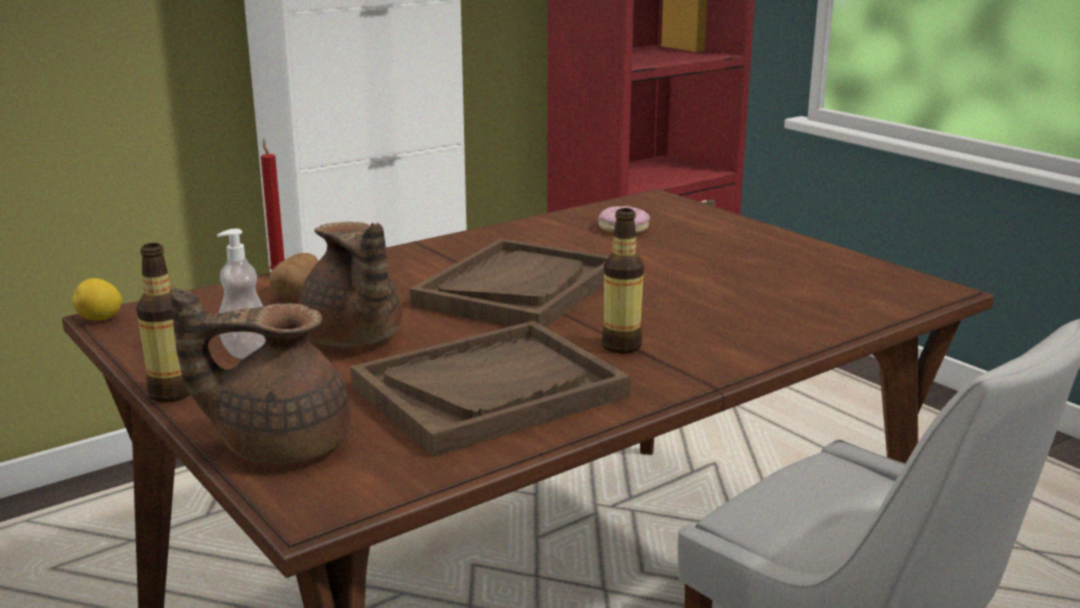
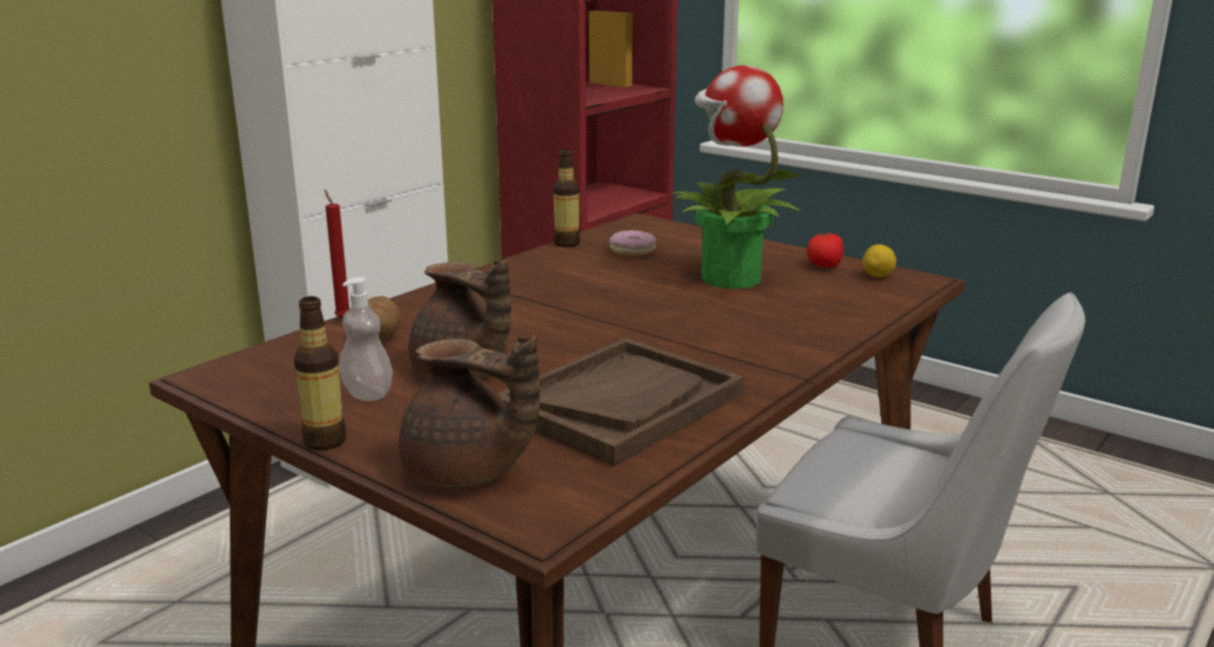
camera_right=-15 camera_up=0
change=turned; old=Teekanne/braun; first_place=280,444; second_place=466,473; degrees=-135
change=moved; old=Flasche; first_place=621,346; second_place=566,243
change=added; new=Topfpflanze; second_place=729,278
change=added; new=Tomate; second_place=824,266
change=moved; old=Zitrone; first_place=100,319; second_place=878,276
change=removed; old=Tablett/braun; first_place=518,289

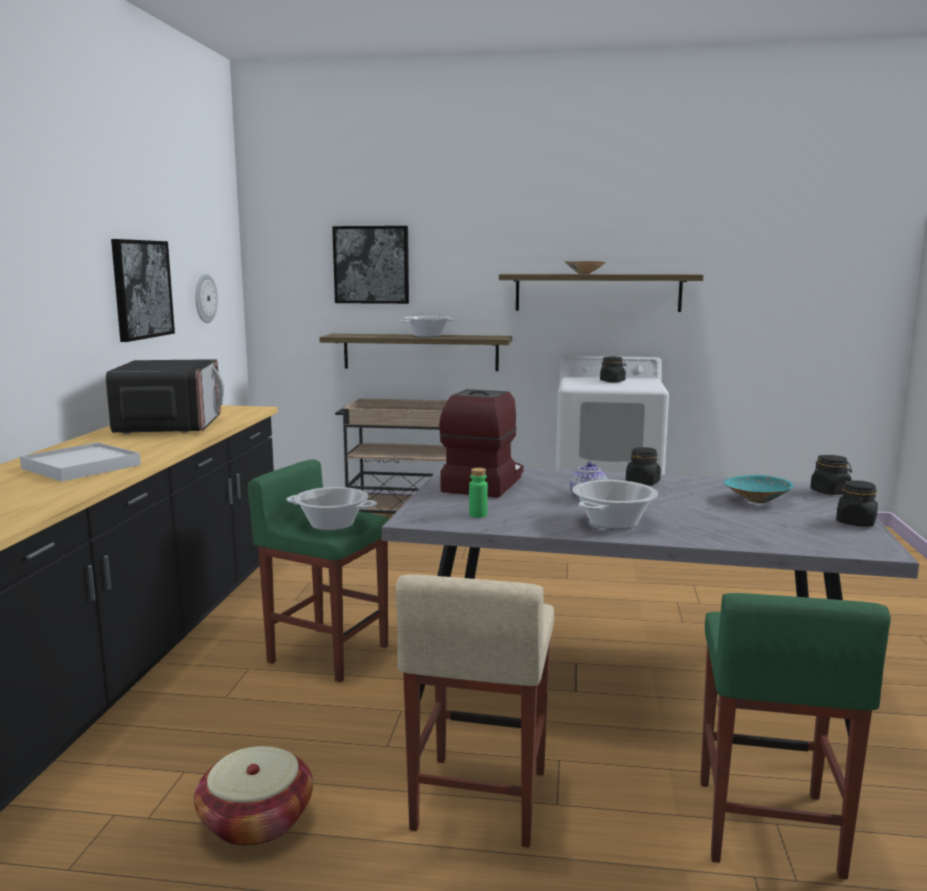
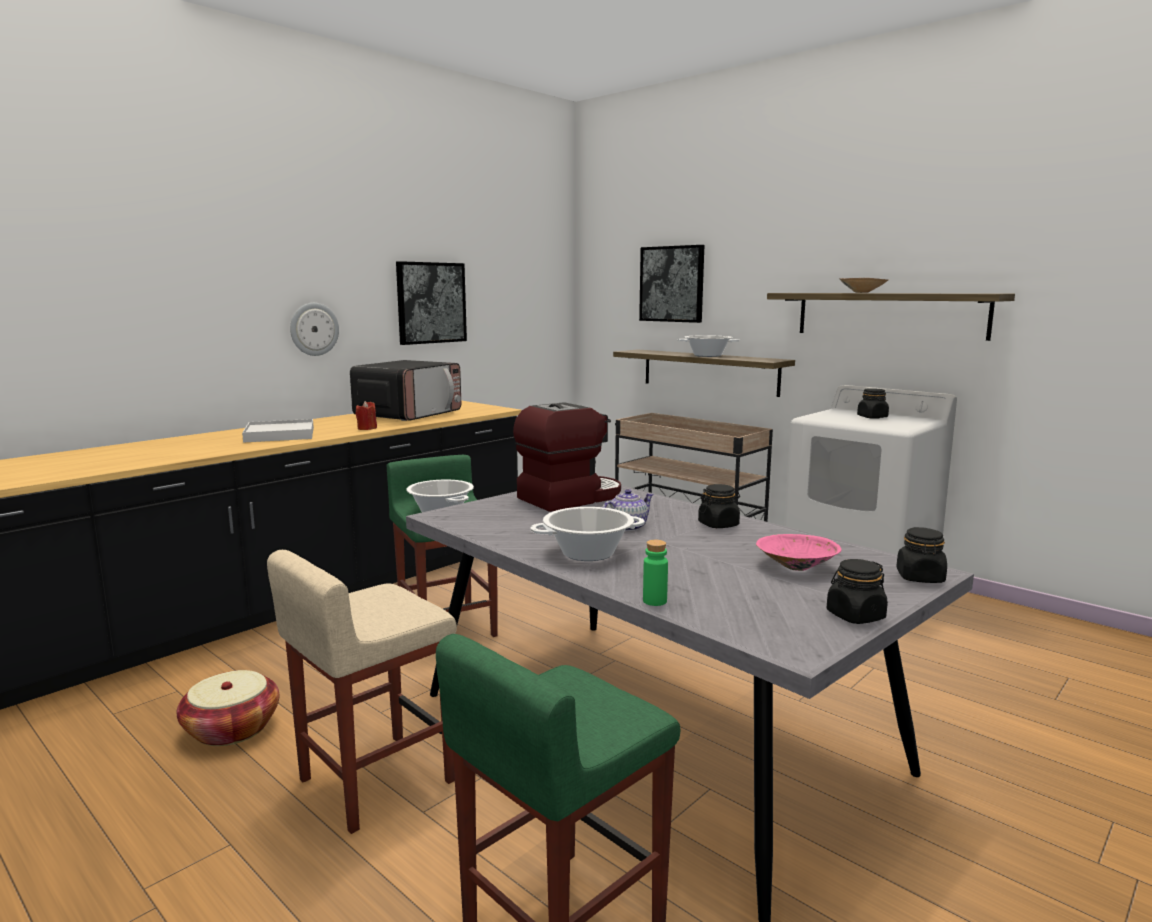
camera_right=35 camera_up=0
change=moved; old=Wanduhr; first_place=205,298; second_place=314,329
change=added; new=Kerze/rot; second_place=367,428
change=moved; old=Flasche/grün; first_place=478,515; second_place=654,601
change=recoloured; old=Schüssel/türkis; new=Schüssel/rosa; first_place=756,501; second_place=795,566

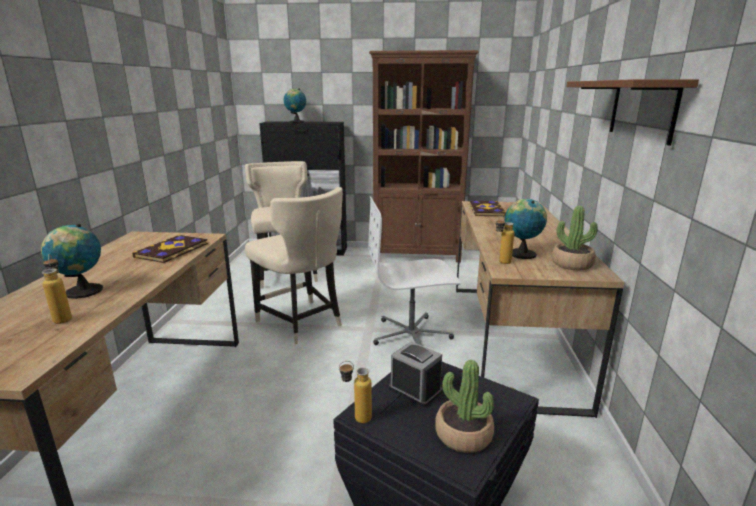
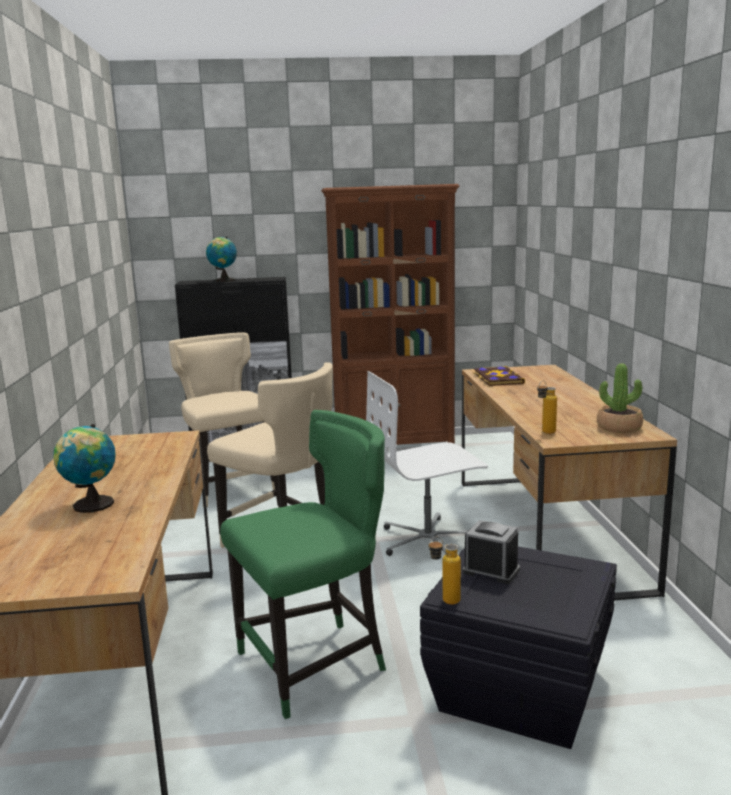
camera_right=-10 camera_up=-5
change=added; new=Stuhl/grün; second_place=315,664
change=removed; old=Flasche; first_place=63,317
change=removed; old=Buch; first_place=173,250
change=removed; old=Topfpflanze; first_place=463,435
change=removed; old=Globus; first_place=520,253
change=removed; old=Wandregal/braun; first_place=642,109

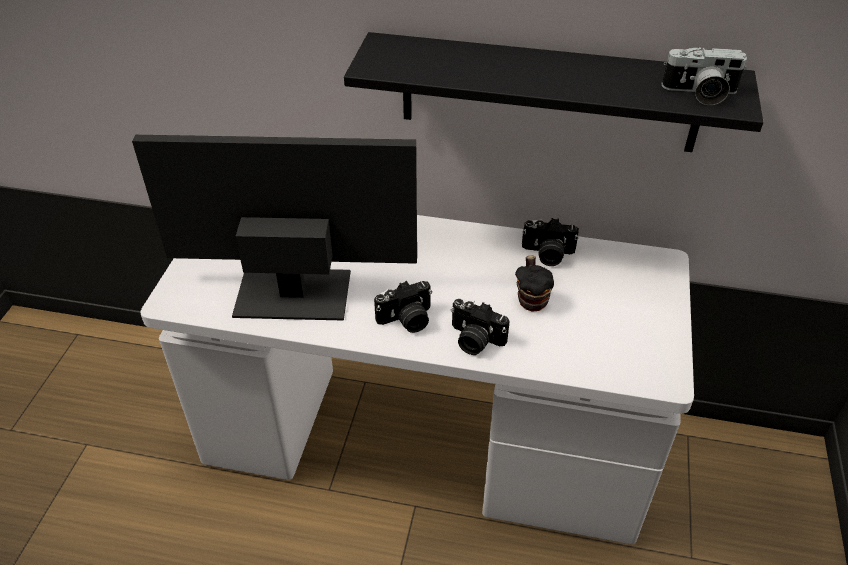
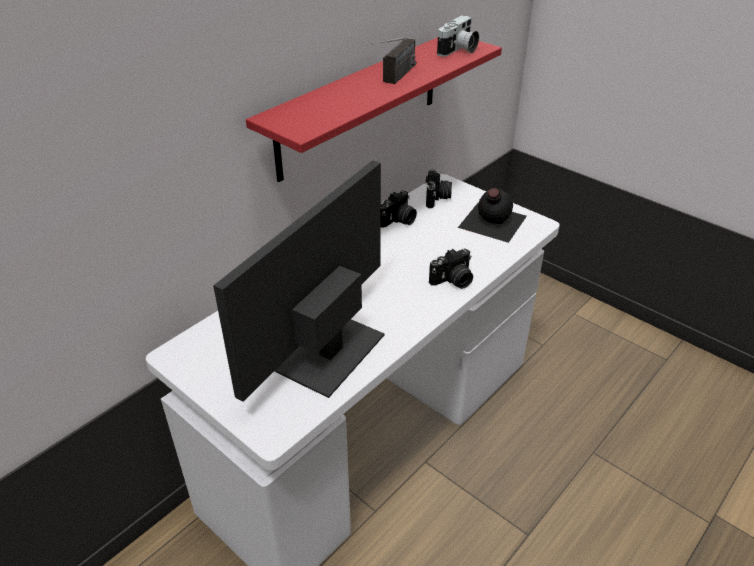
camera_right=-60 camera_up=-5
change=recoloured; old=Wandregal/schwarz; new=Wandregal/rot; first_place=549,93; second_place=360,105
change=added; new=Radio; second_place=395,79
change=moved; old=Kamera; first_place=407,320; second_place=437,198
change=added; new=Flasche/schwarz; second_place=491,221
change=removed; old=Henkelbecher; first_place=531,298

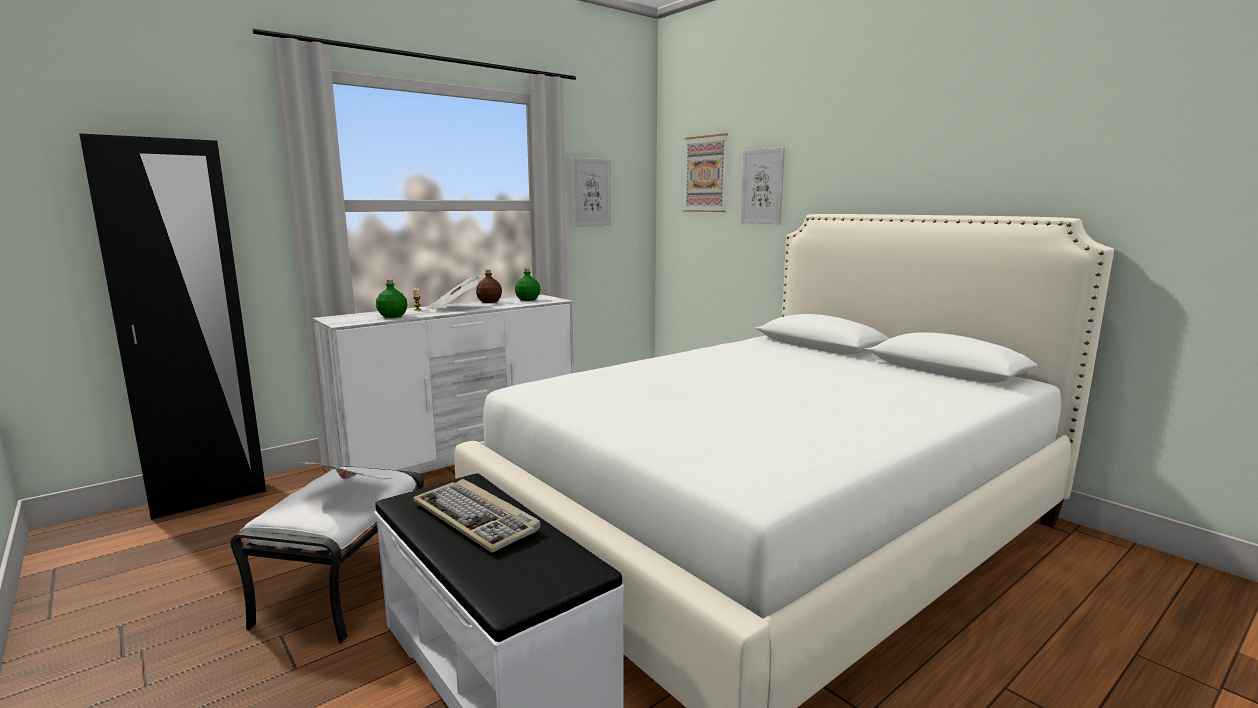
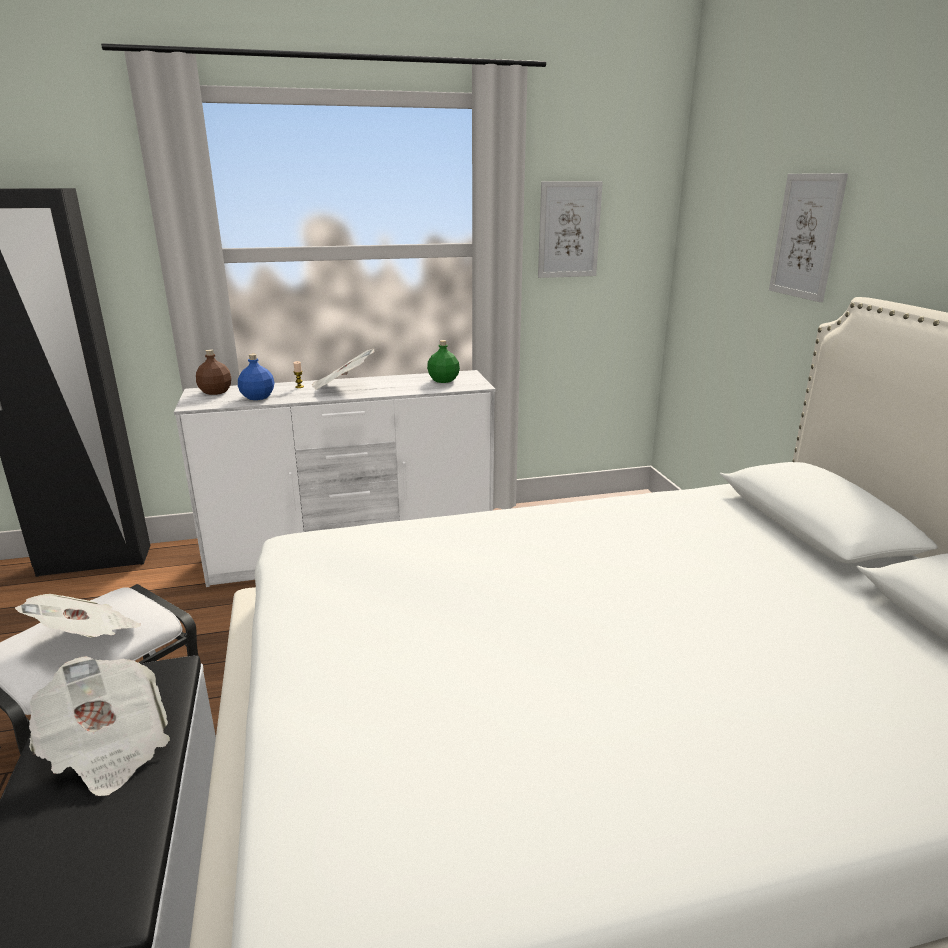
camera_right=25 camera_up=10
change=replaced; old=Tastatur; new=Zeitung; first_place=476,518; second_place=108,748
change=moved; old=Flasche/braun; first_place=489,301; second_place=216,392
change=recoloured; old=Flasche/grün; new=Flasche/blau; first_place=393,316; second_place=258,397
change=removed; old=Bild; first_place=706,174

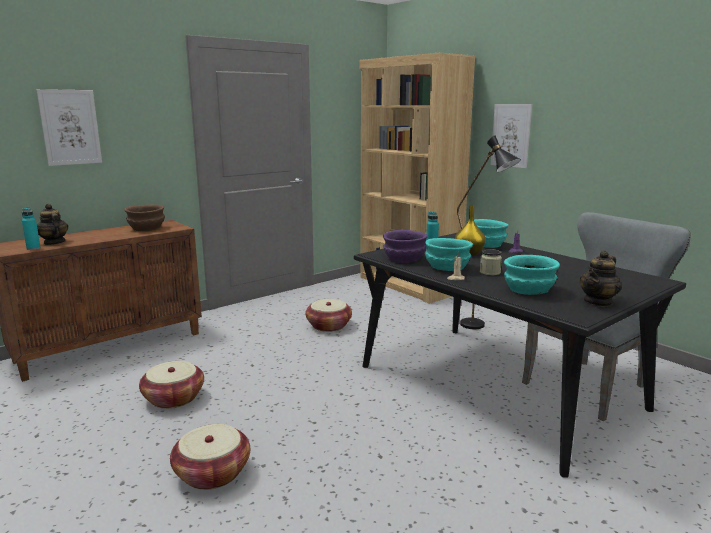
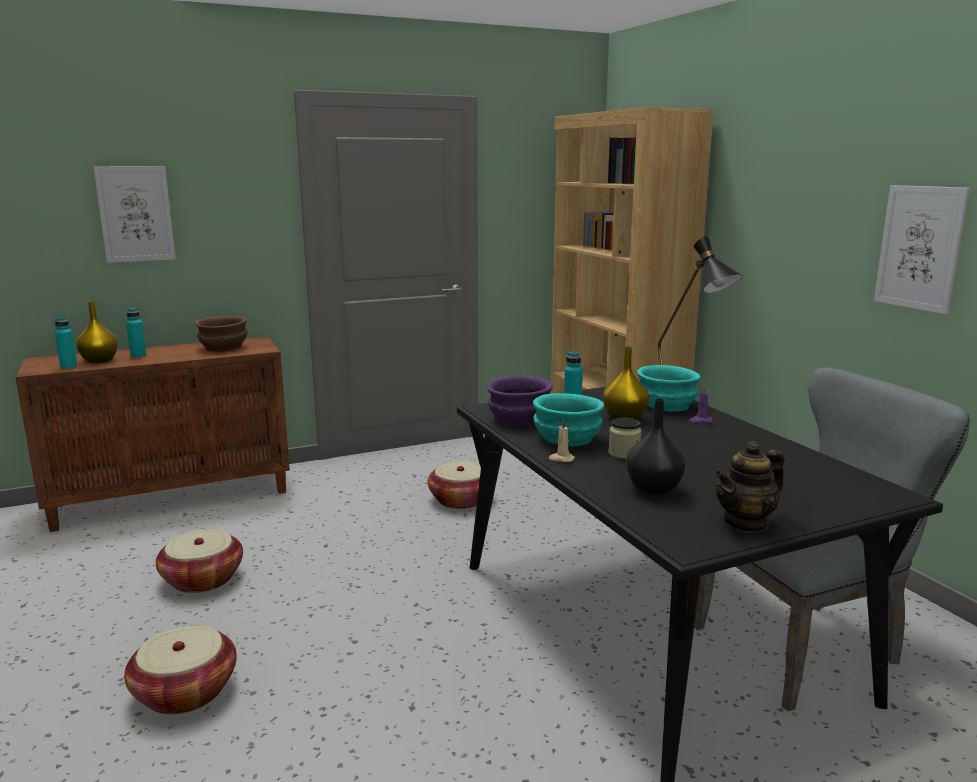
camera_right=15 camera_up=0
change=replaced; old=Teekanne; new=Vase/gelb; first_place=54,242; second_place=99,361
change=added; new=Flasche/türkis; second_place=138,356
change=replaced; old=Schüssel/türkis; new=Vase/schwarz; first_place=528,290; second_place=653,490
change=moved; old=Bild; first_place=511,135; second_place=920,248

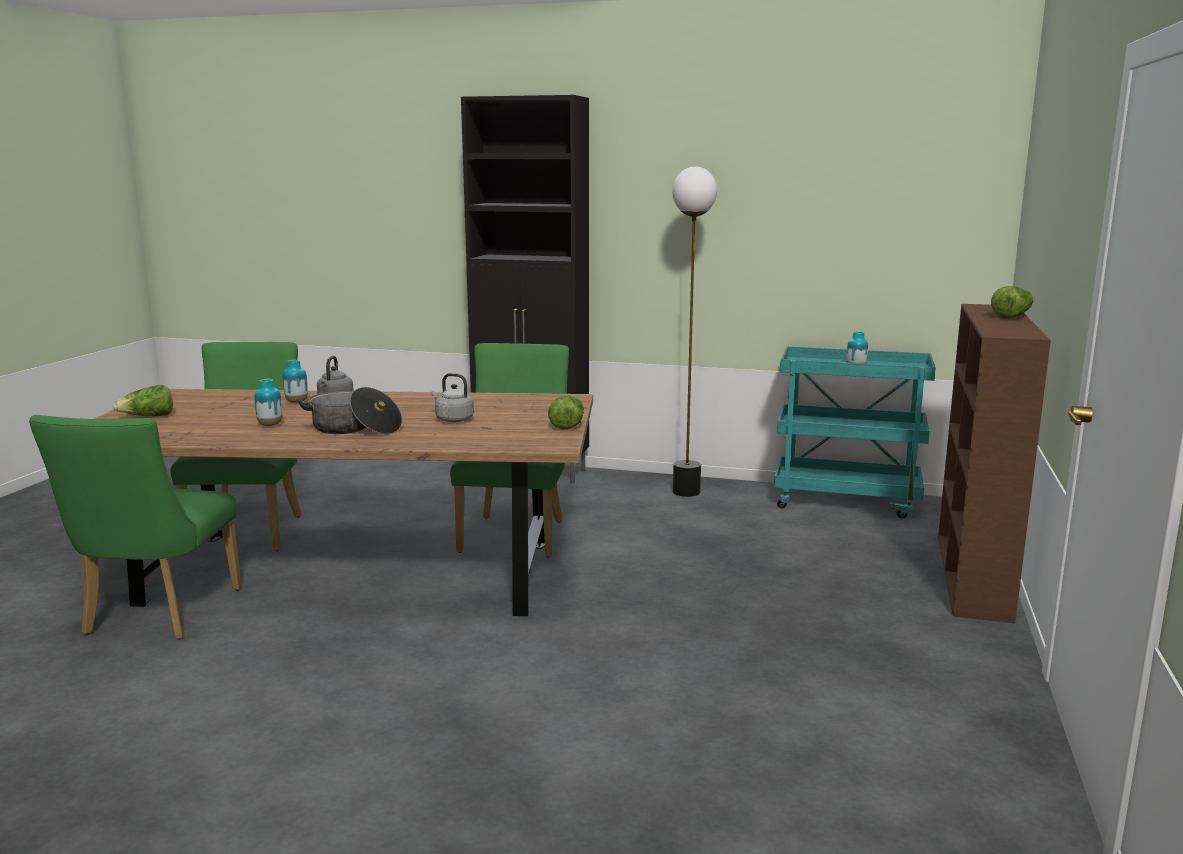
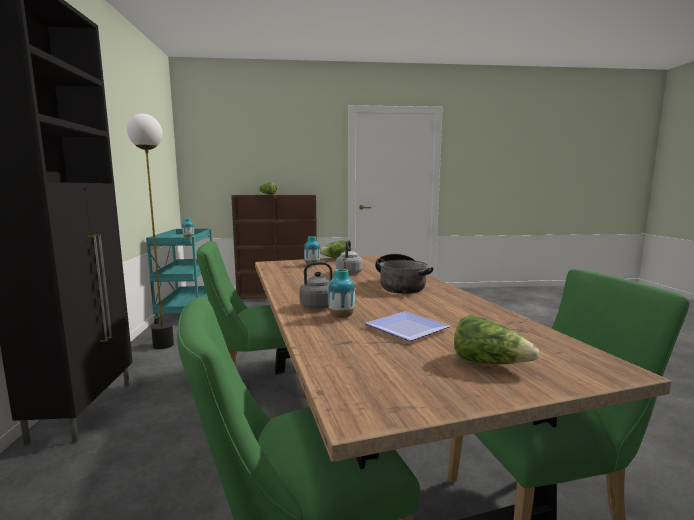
camera_right=-110 camera_up=-5
change=moved; old=Vase; first_place=270,425; second_place=312,265
change=added; new=Teller; second_place=407,328

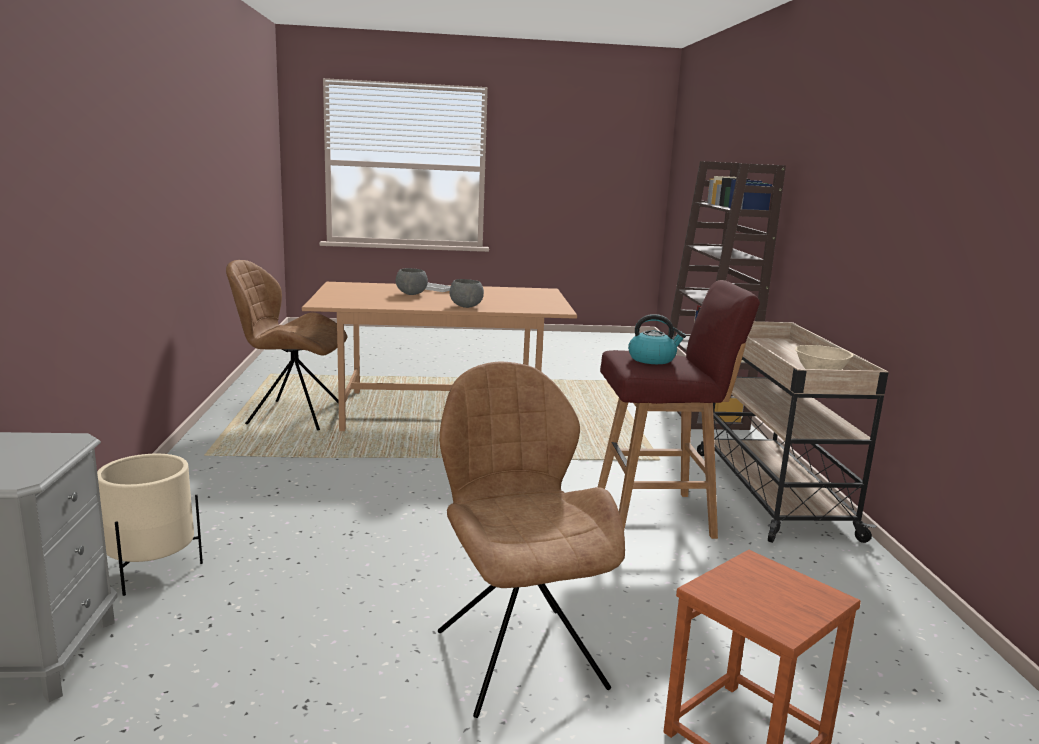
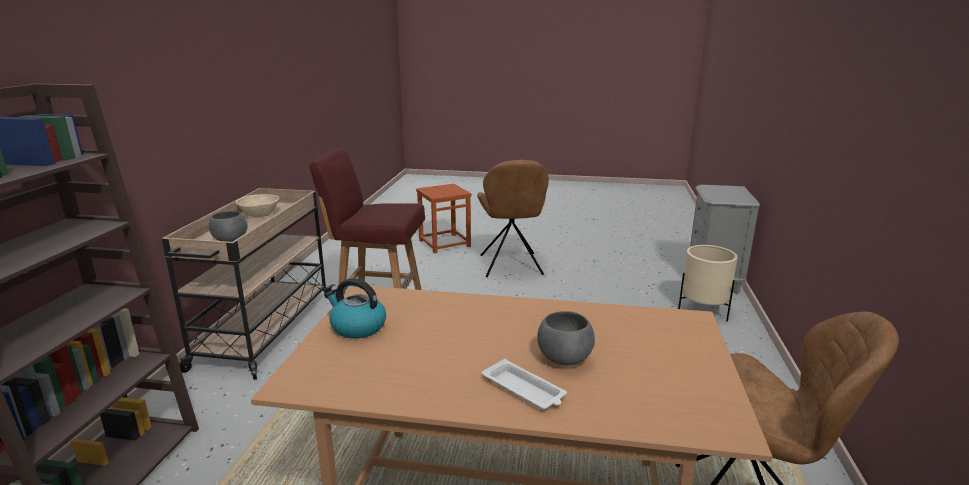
camera_right=-165 camera_up=5
change=moved; old=Schüssel/grau; first_place=465,307; second_place=231,240
change=moved; old=Wasserkessel; first_place=652,359; second_place=357,327

